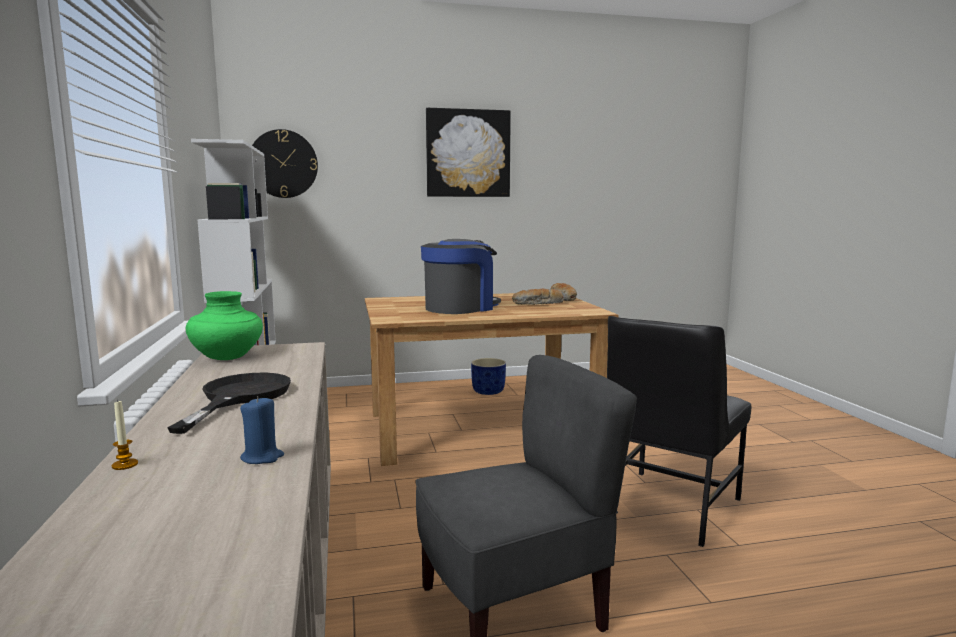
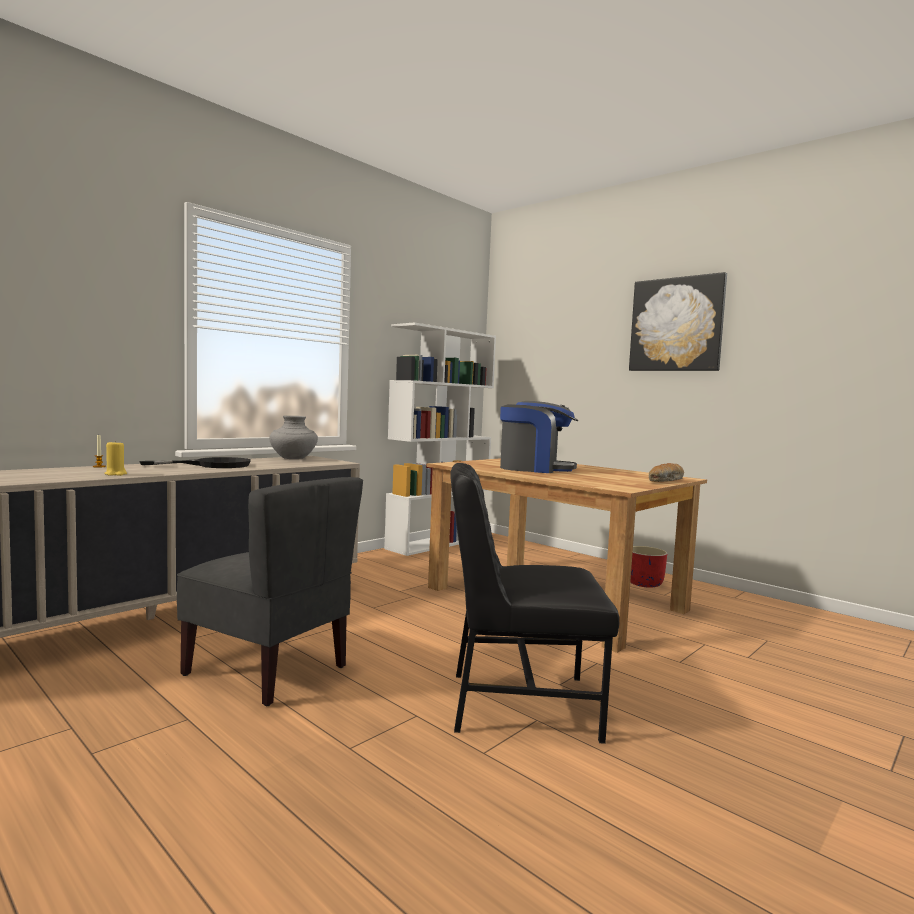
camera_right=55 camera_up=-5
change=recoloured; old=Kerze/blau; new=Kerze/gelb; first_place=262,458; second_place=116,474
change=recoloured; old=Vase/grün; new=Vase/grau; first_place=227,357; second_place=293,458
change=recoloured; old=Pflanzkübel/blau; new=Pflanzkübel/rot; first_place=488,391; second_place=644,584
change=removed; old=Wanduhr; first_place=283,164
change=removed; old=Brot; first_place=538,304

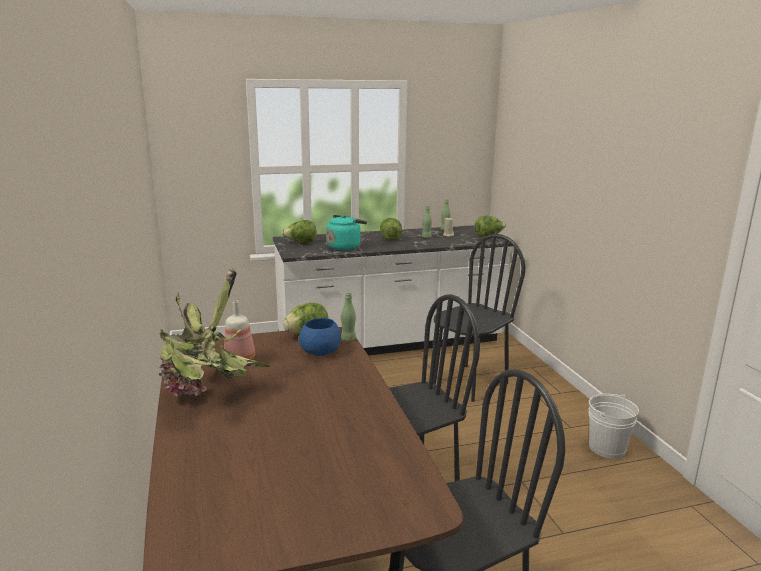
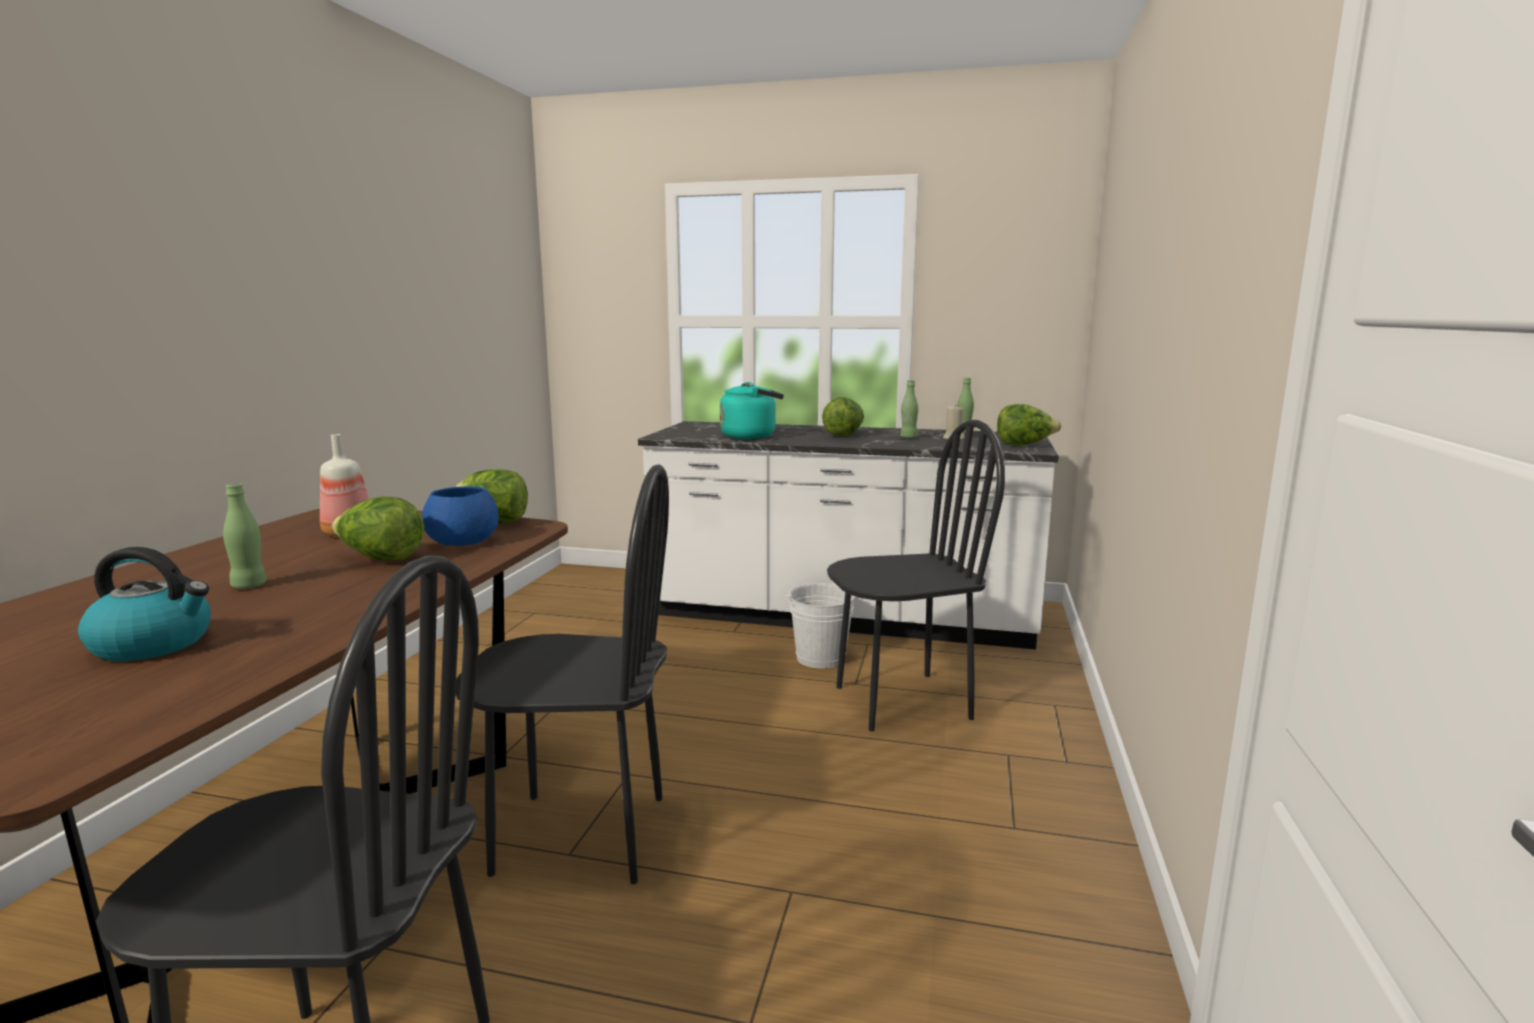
camera_right=30 camera_up=-5
change=added; new=Wasserkessel; second_place=154,644
change=moved; old=Flasche/grün; first_place=348,339; second_place=249,585
change=moved; old=Salatkopf; first_place=301,243; second_place=380,559
change=moved; old=Eimer/weiß; first_place=607,448; second_place=820,658
change=removed; old=Topfpflanze; first_place=208,394

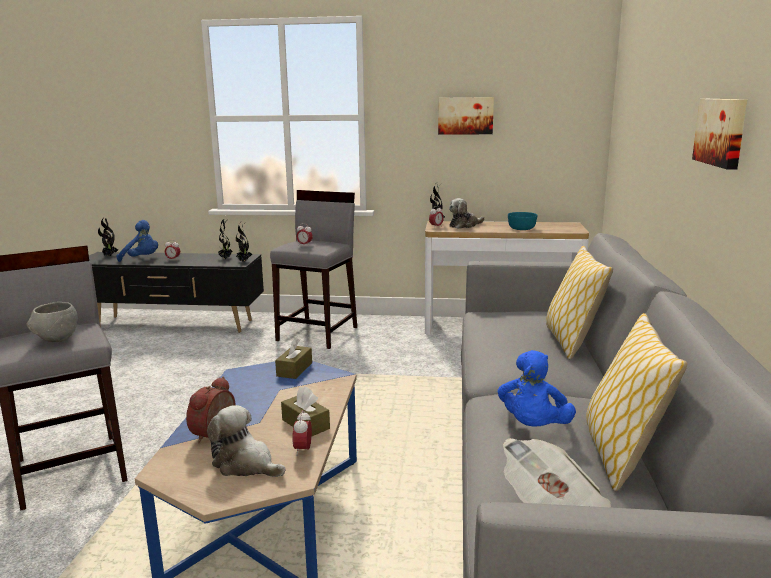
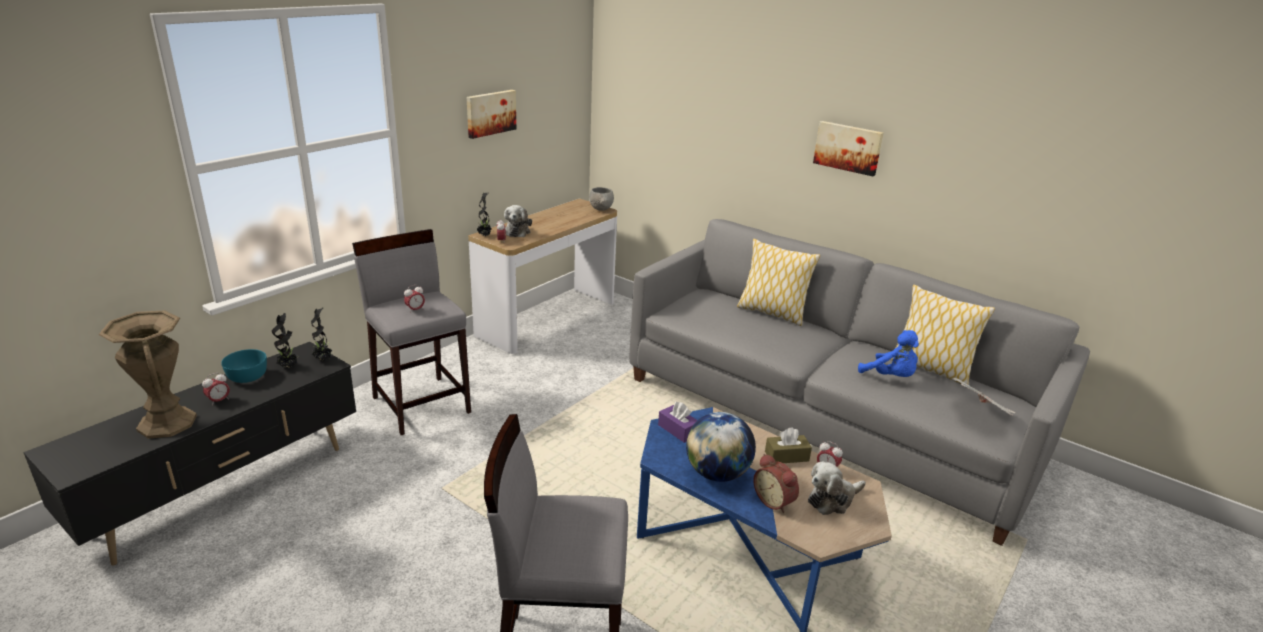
camera_right=-60 camera_up=10
change=replaced; old=Plüschtier/blau; new=Vase/braun; first_place=142,259; second_place=167,423
change=moved; old=Schüssel/türkis; first_place=522,228; second_place=248,376
change=moved; old=Schüssel/grau; first_place=56,340; second_place=601,210
change=recoloured; old=Taschentuchbox/braun; new=Taschentuchbox/lila; first_place=294,369; second_place=678,430
change=added; new=Globus; second_place=717,473
change=removed; old=Topfpflanze; first_place=109,256

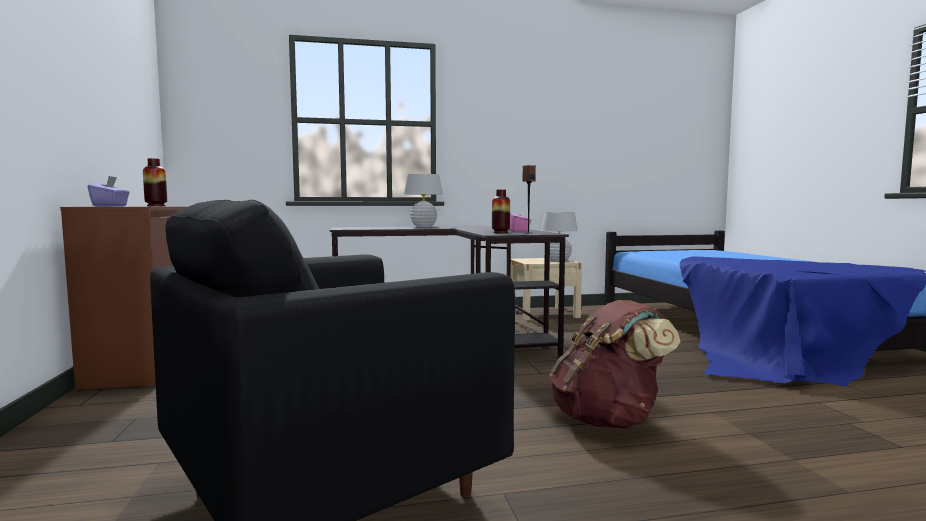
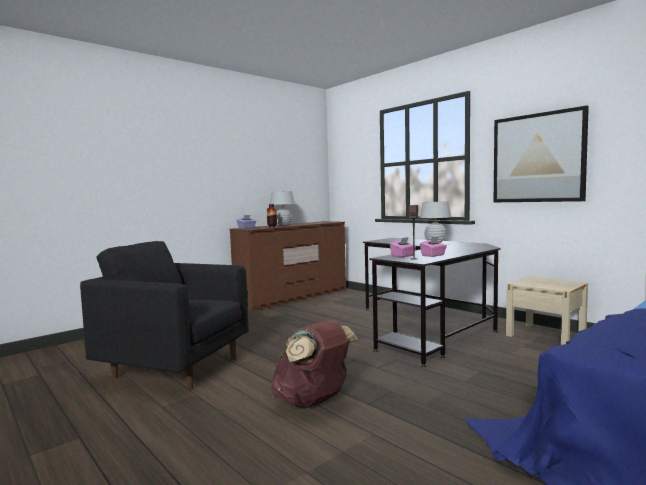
camera_right=60 camera_up=0
change=moved; old=Tischlampe/weiß; first_place=558,261; second_place=283,225
change=replaced; old=Vase; new=Taschentuchbox/rosa; first_place=500,232; second_place=403,256
change=added; new=Bild; second_place=538,158

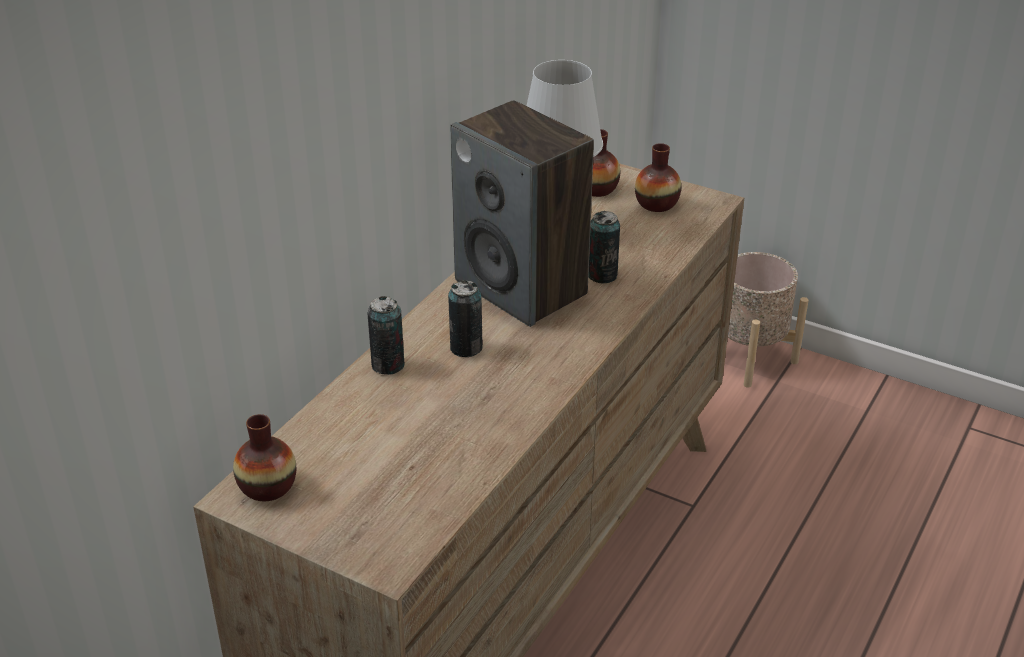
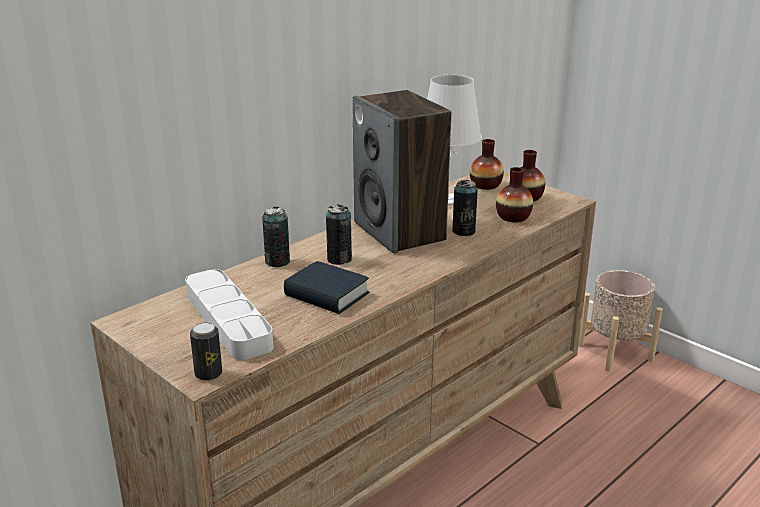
camera_right=15 camera_up=-10
change=added; new=Tablett/grau; second_place=228,320
change=added; new=Dose; second_place=208,374
change=added; new=Buch; second_place=327,295
change=moved; old=Vase; first_place=267,487; second_place=513,217

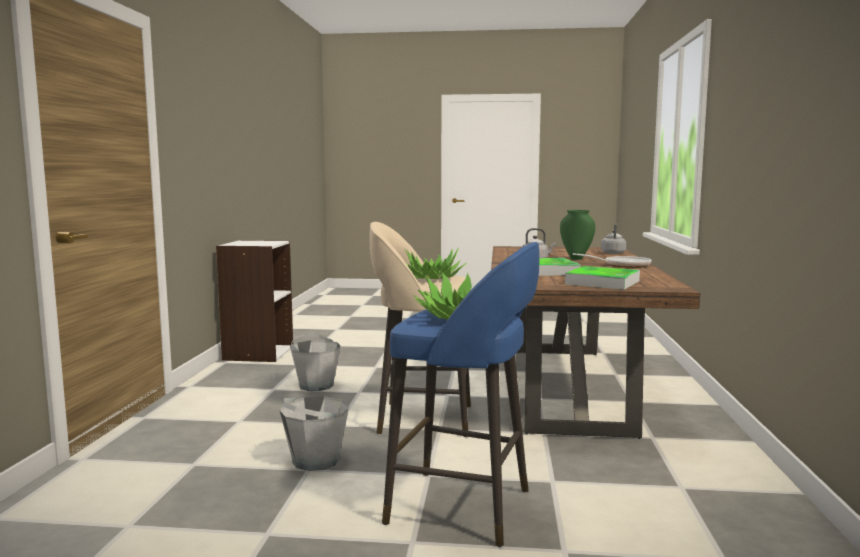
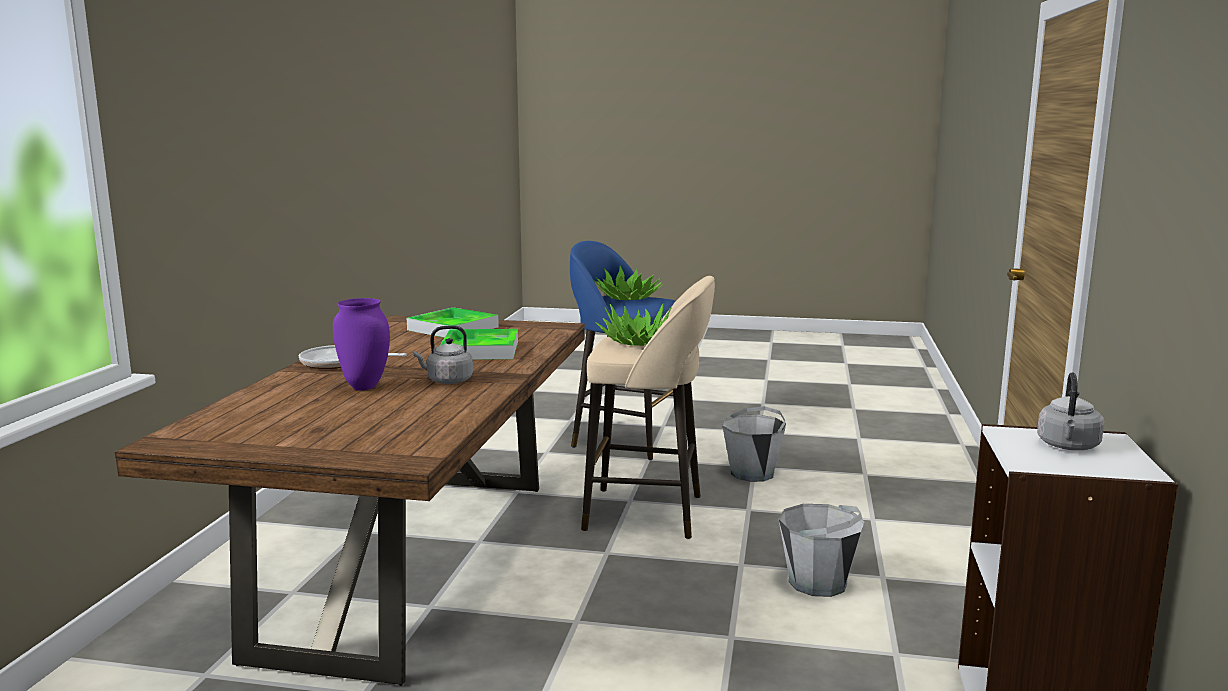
camera_right=-175 camera_up=5
change=recoloured; old=Vase/grün; new=Vase/lila; first_place=576,259; second_place=365,387
change=moved; old=Wasserkessel/grau; first_place=613,253; second_place=1068,446

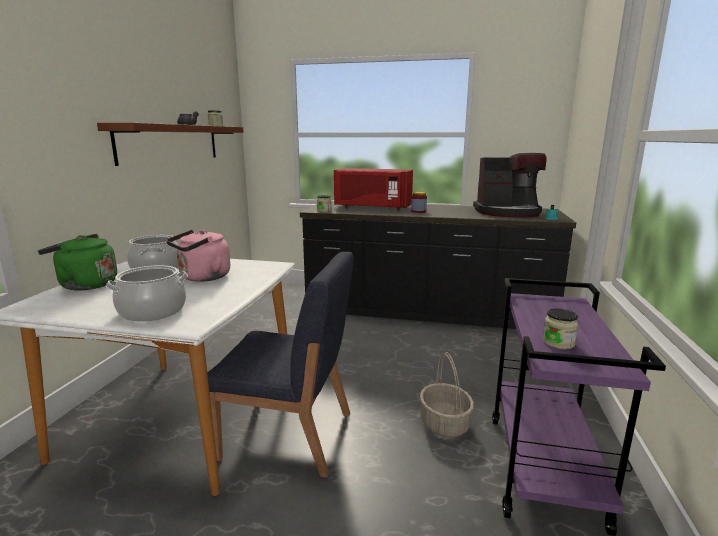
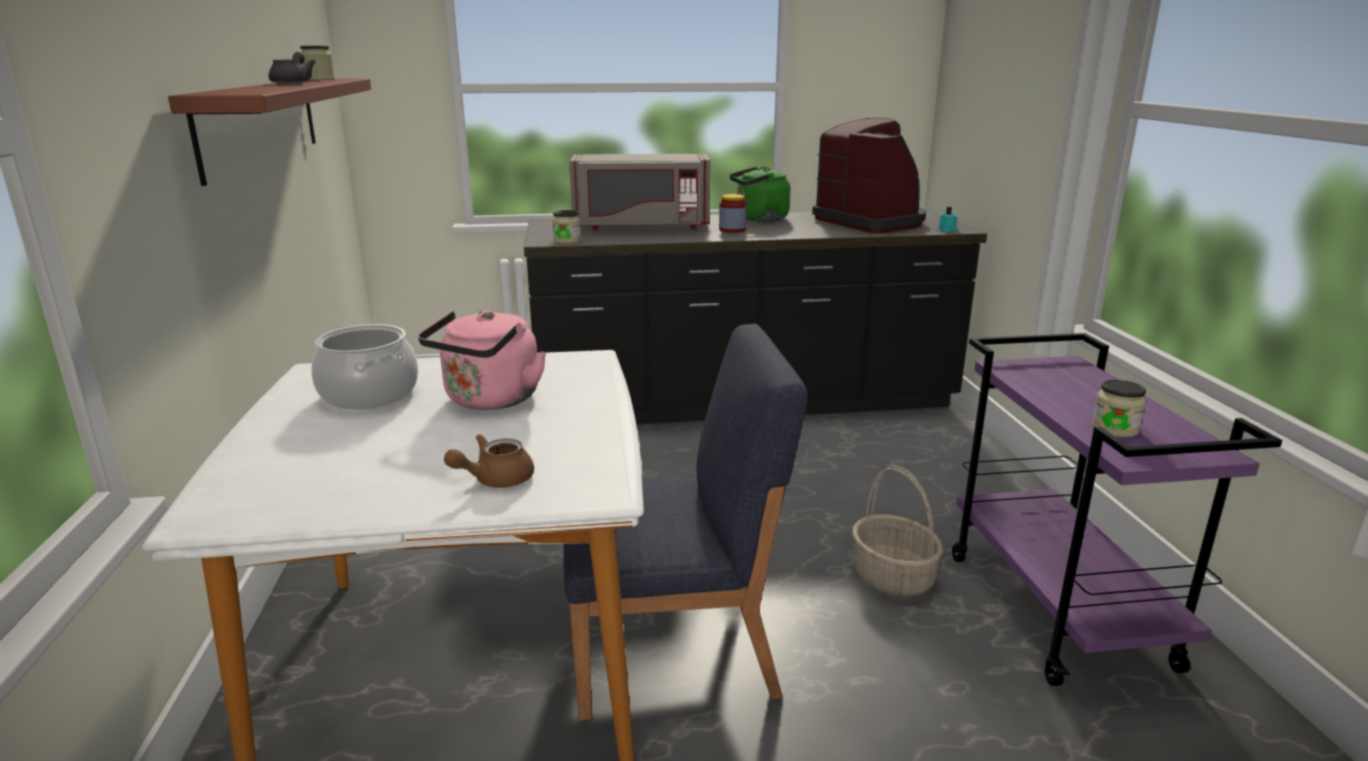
camera_right=-20 camera_up=5
change=replaced; old=Kochtopf; new=Teekanne/braun; first_place=152,311; second_place=495,480
change=recoloured; old=Mikrowelle/rot; new=Mikrowelle/grau; first_place=372,207; second_place=641,226
change=moved; old=Wasserkessel/grün; first_place=85,285; second_place=759,219
change=turned; old=Kaffeemaschine; first_place=507,212; second_place=871,222; degrees=-105

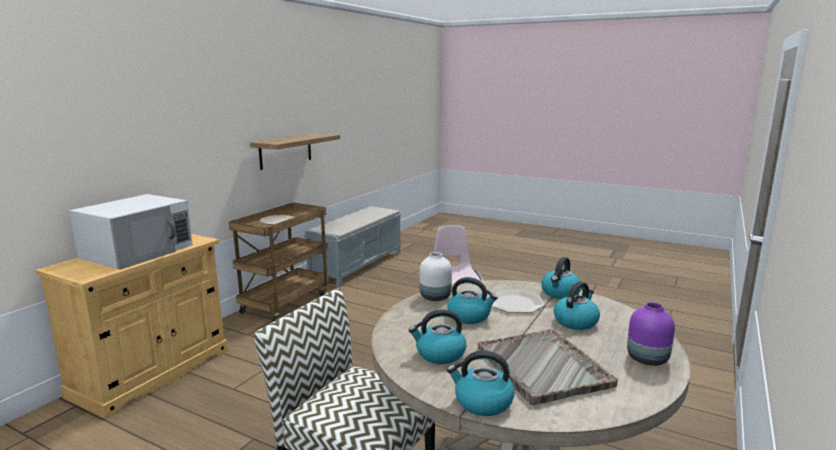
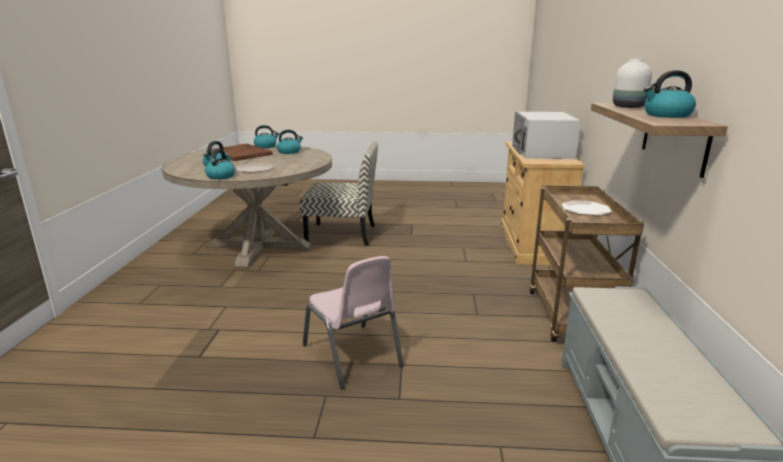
camera_right=155 camera_up=5
change=recoloured; old=Tablett/grau; new=Tablett/braun; first_place=543,367; second_place=240,153
change=moved; old=Vase/weiß; first_place=434,297; second_place=629,107
change=moved; old=Wasserkessel; first_place=469,316; second_place=666,115
change=removed; old=Vase/lila; first_place=648,358

